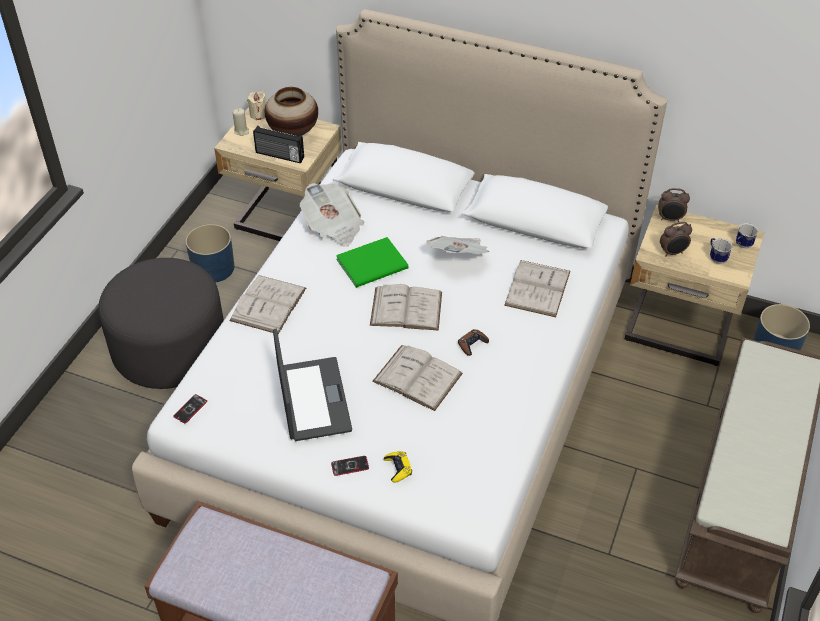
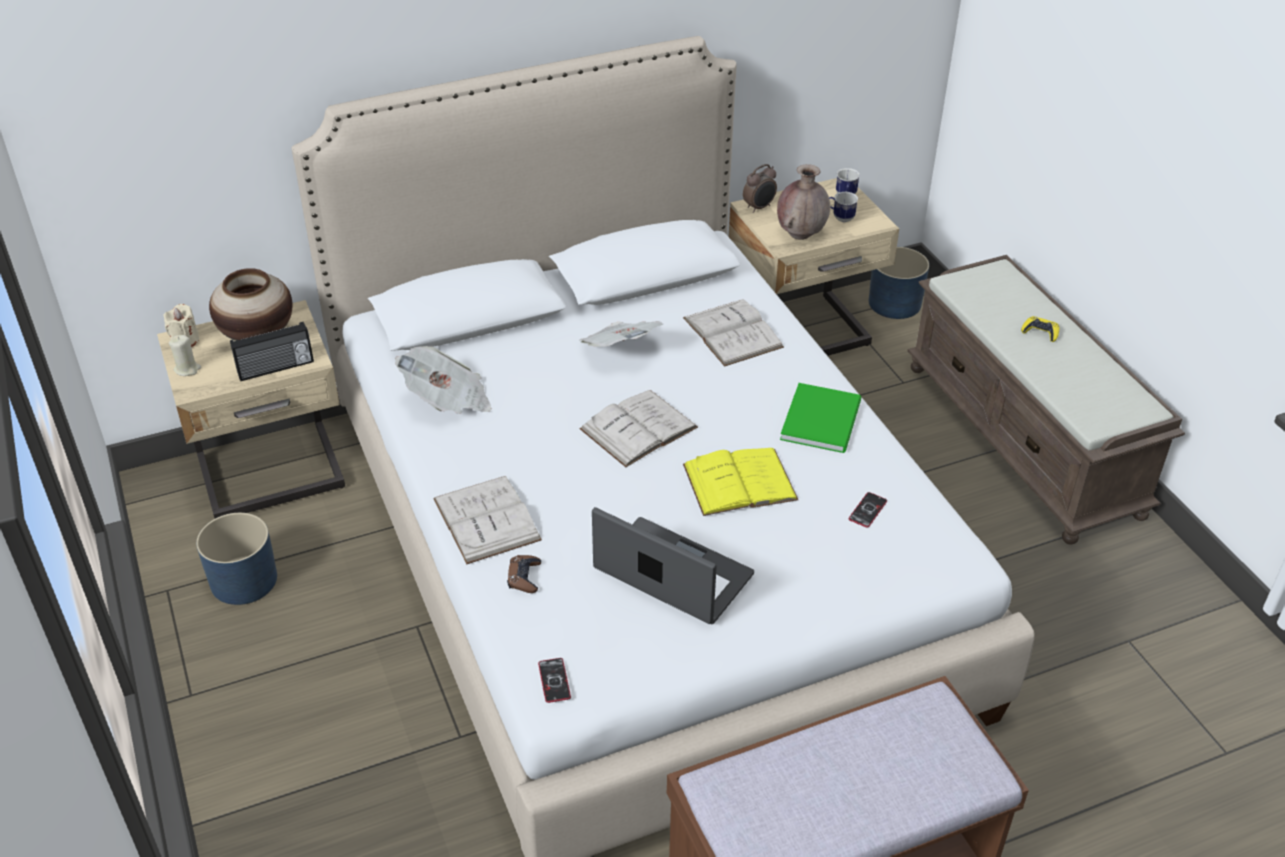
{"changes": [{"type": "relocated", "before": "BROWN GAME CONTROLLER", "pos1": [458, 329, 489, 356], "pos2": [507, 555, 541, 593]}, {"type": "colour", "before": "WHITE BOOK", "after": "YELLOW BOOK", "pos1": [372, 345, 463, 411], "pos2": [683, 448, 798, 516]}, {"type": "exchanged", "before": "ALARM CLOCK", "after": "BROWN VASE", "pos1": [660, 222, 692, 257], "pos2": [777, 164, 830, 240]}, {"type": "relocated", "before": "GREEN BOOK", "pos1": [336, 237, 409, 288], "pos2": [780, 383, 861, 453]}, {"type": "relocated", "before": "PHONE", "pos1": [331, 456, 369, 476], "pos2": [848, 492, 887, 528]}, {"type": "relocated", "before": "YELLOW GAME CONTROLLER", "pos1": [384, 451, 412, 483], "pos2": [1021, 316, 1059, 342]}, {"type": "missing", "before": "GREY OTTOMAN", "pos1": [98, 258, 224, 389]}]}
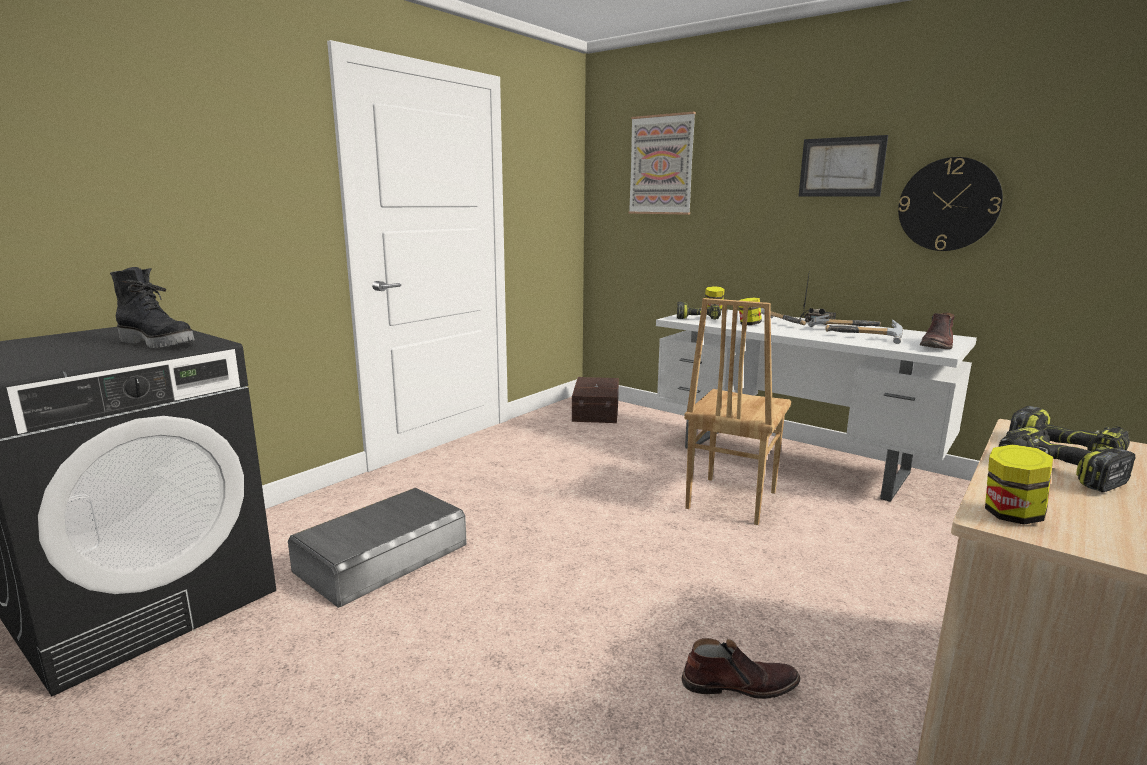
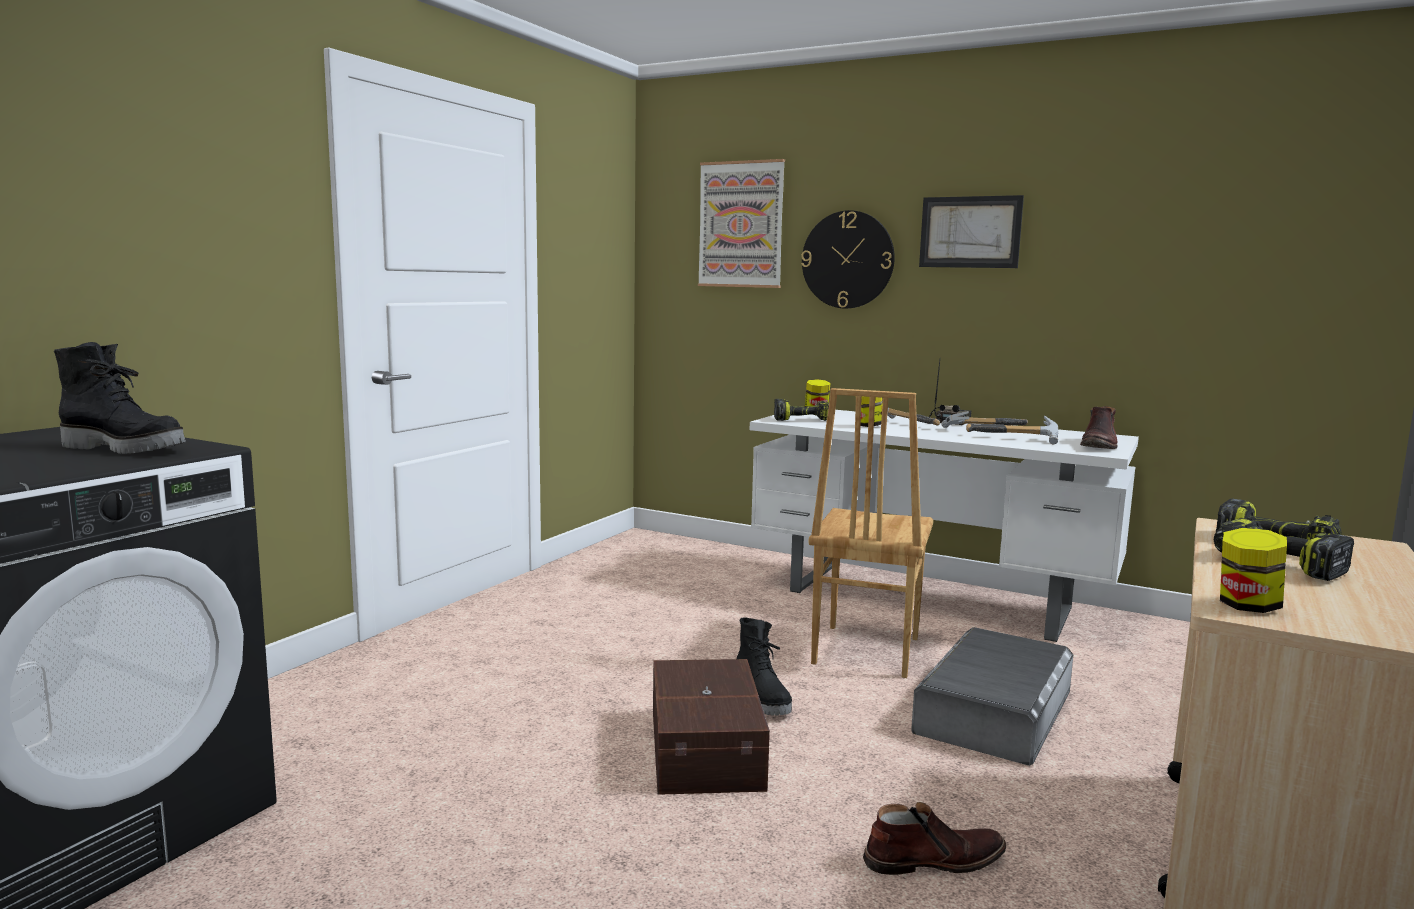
{"changes": [{"type": "relocated", "before": "BROWN STORAGE BOX", "pos1": [572, 377, 619, 423], "pos2": [653, 659, 770, 795]}, {"type": "appeared", "after": "BLACK BOOT", "pos2": [736, 618, 792, 716]}, {"type": "relocated", "before": "WALL CLOCK", "pos1": [898, 157, 1003, 251], "pos2": [801, 210, 895, 309]}, {"type": "relocated", "before": "GREY STORAGE BOX", "pos1": [288, 488, 467, 608], "pos2": [911, 627, 1073, 766]}]}
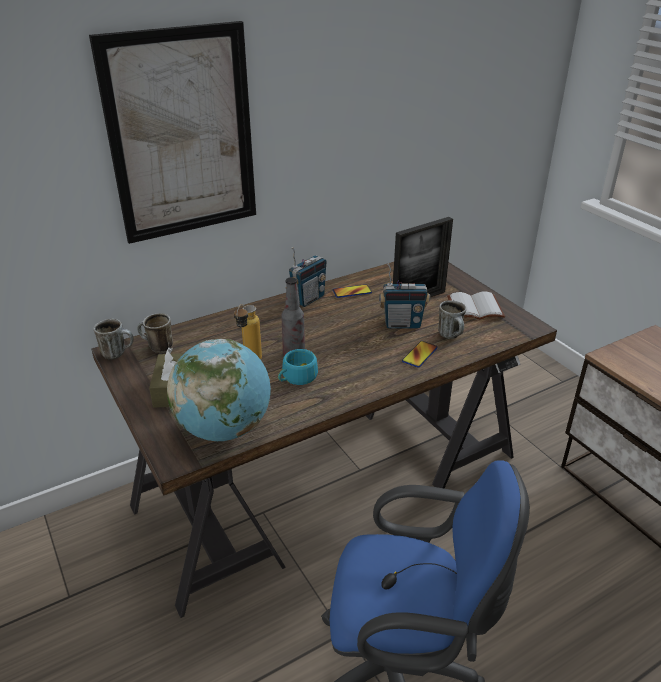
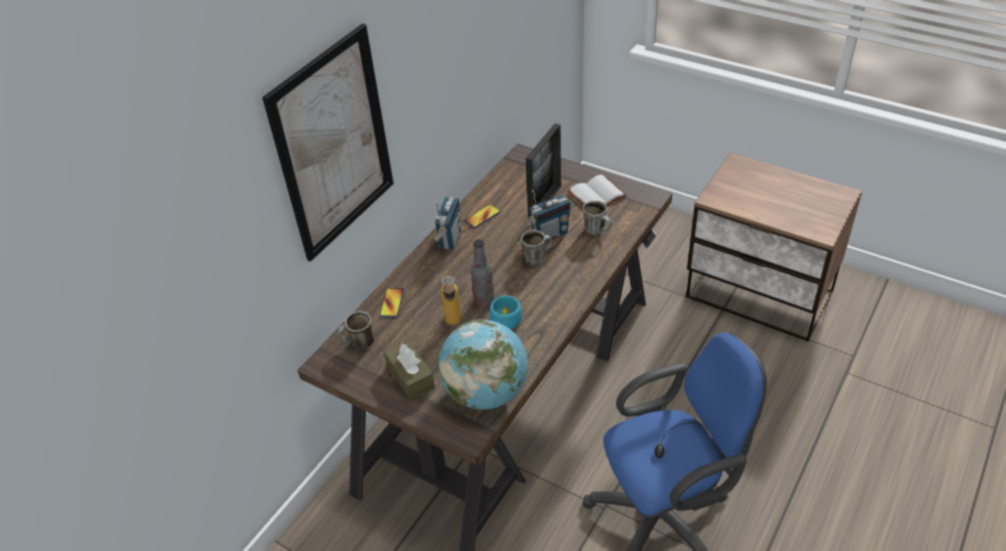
{"changes": [{"type": "relocated", "before": "PHONE", "pos1": [402, 341, 438, 368], "pos2": [380, 288, 404, 317]}, {"type": "relocated", "before": "MUG", "pos1": [94, 319, 134, 360], "pos2": [521, 230, 552, 266]}]}
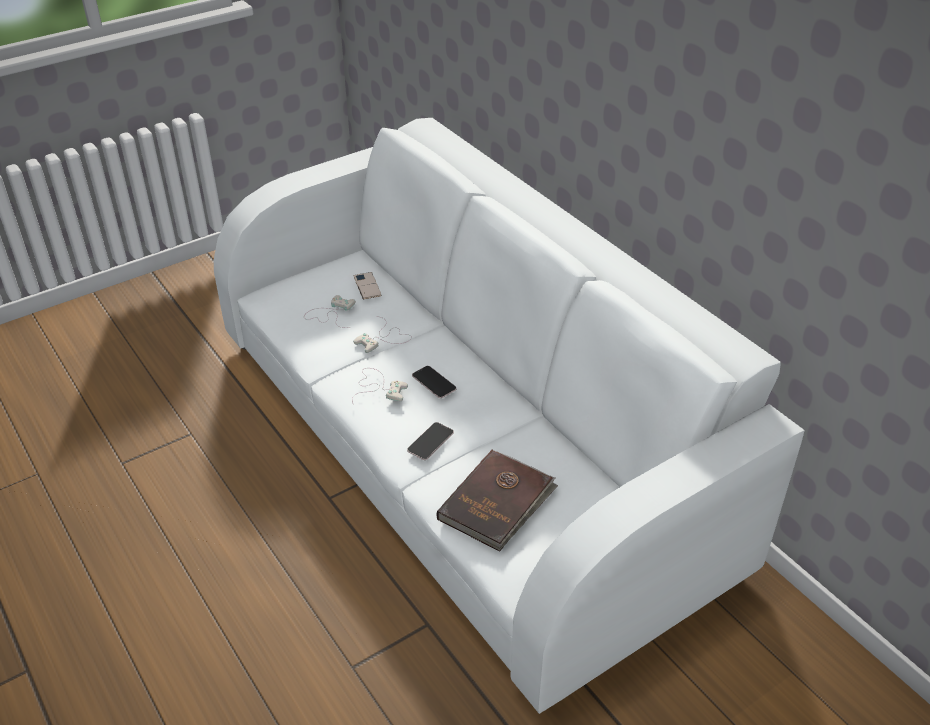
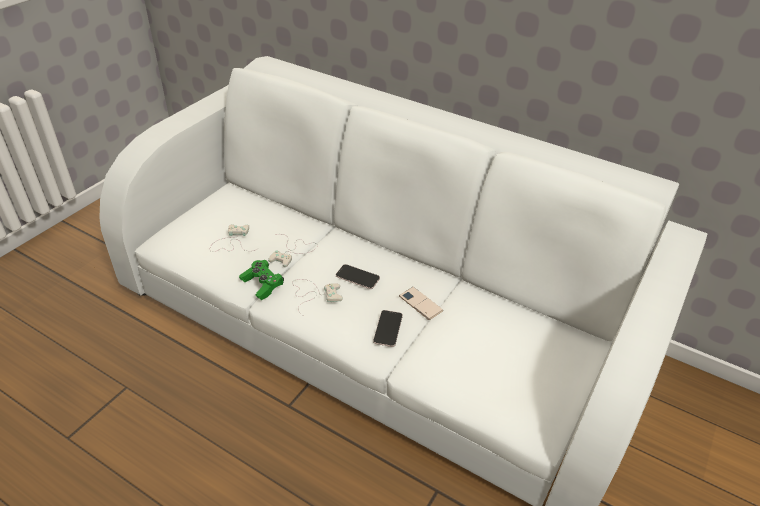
{"changes": [{"type": "appeared", "after": "GREEN GAME CONTROLLER", "pos2": [239, 260, 284, 300]}, {"type": "relocated", "before": "PHONE", "pos1": [354, 272, 382, 299], "pos2": [399, 287, 443, 320]}, {"type": "missing", "before": "BROWN BOOK", "pos1": [436, 450, 558, 552]}]}
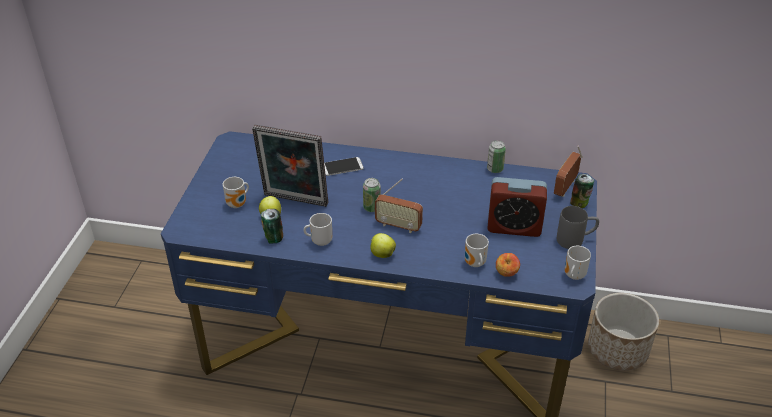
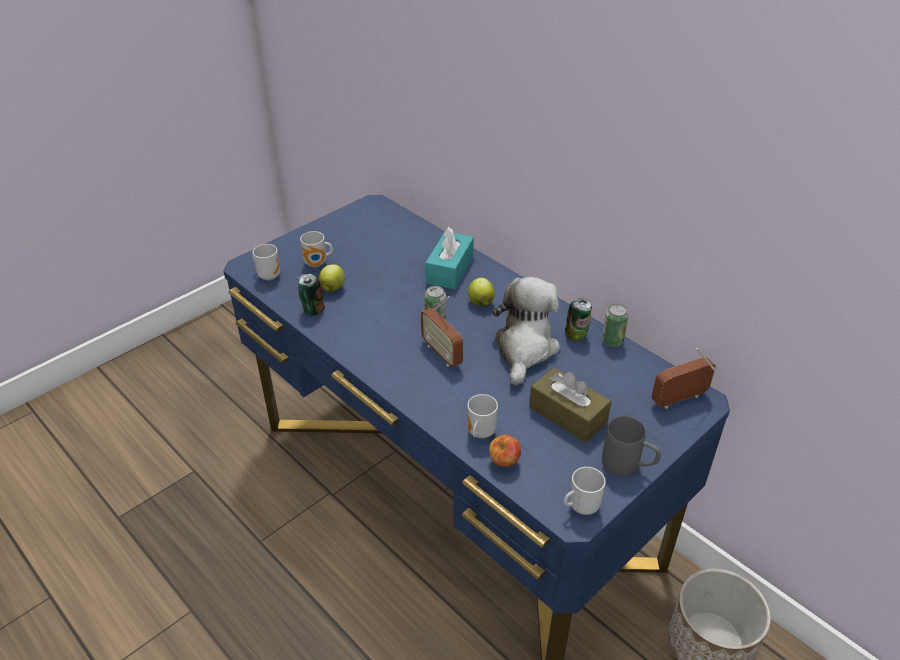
{"changes": [{"type": "relocated", "before": "MUG", "pos1": [304, 213, 332, 246], "pos2": [252, 244, 280, 281]}, {"type": "exchanged", "before": "PHONE", "after": "TURQUOISE TISSUE BOX", "pos1": [324, 157, 364, 176], "pos2": [425, 227, 474, 289]}, {"type": "relocated", "before": "APPLE", "pos1": [370, 233, 396, 258], "pos2": [468, 278, 495, 306]}, {"type": "appeared", "after": "PLUSH TOY", "pos2": [492, 277, 560, 386]}, {"type": "exchanged", "before": "ALARM CLOCK", "after": "BROWN TISSUE BOX", "pos1": [487, 177, 547, 237], "pos2": [529, 367, 612, 443]}, {"type": "relocated", "before": "CAN", "pos1": [570, 174, 594, 208], "pos2": [565, 298, 592, 341]}, {"type": "missing", "before": "PICTURE FRAME", "pos1": [252, 125, 328, 207]}]}
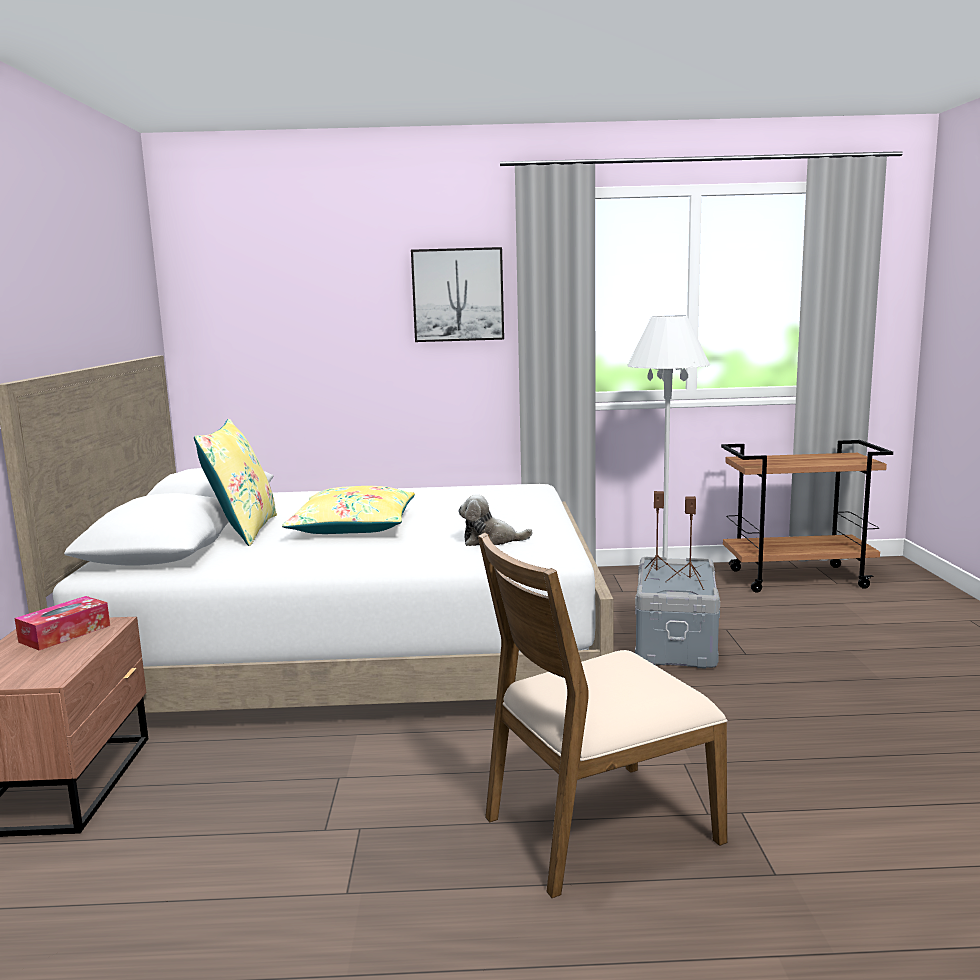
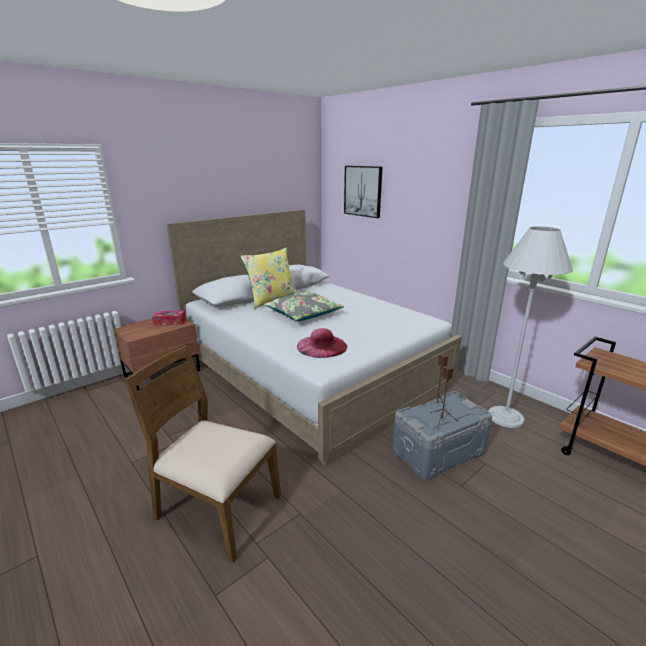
{"changes": [{"type": "colour", "before": "YELLOW PILLOW", "after": "GREY PILLOW", "pos1": [282, 486, 415, 534], "pos2": [264, 292, 344, 321]}, {"type": "exchanged", "before": "PLUSH TOY", "after": "PINK HAT", "pos1": [459, 494, 533, 546], "pos2": [297, 328, 347, 358]}, {"type": "relocated", "before": "PICTURE", "pos1": [411, 247, 504, 342], "pos2": [344, 166, 382, 218]}]}
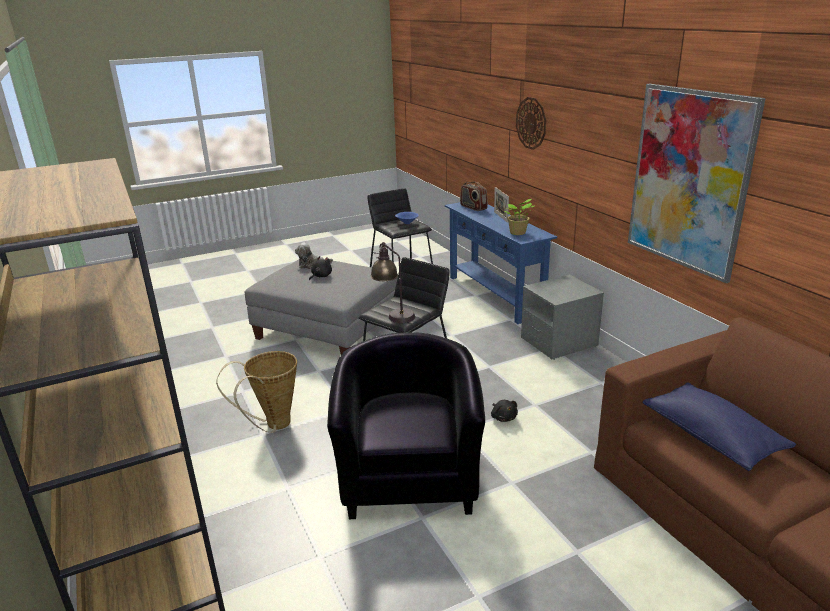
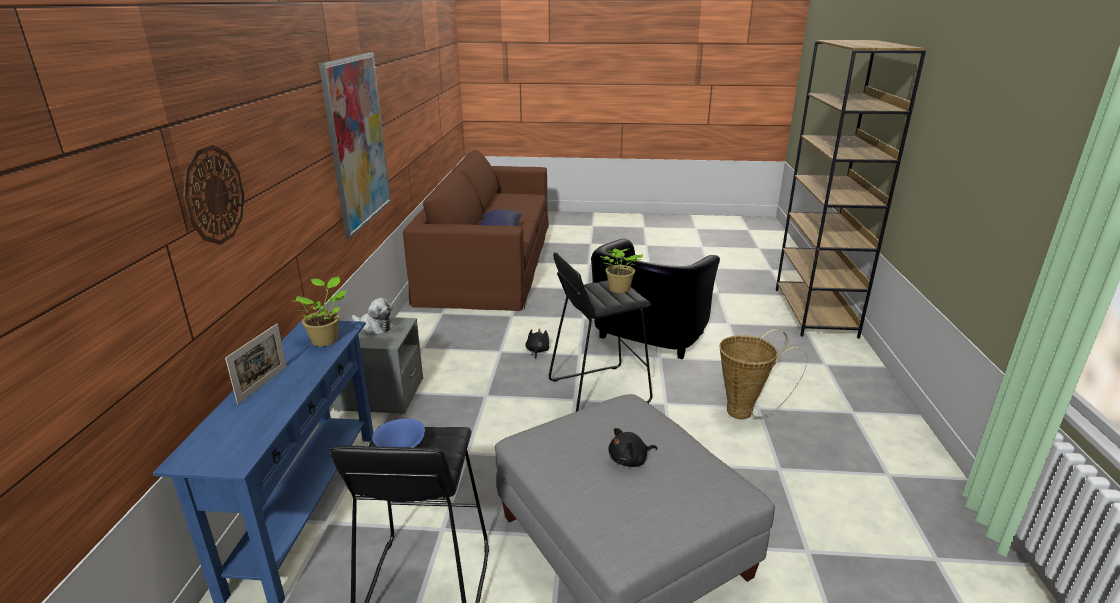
{"changes": [{"type": "relocated", "before": "PLUSH TOY", "pos1": [295, 242, 333, 269], "pos2": [352, 298, 394, 334]}, {"type": "exchanged", "before": "TABLE LAMP", "after": "POTTED PLANT", "pos1": [371, 242, 415, 323], "pos2": [600, 248, 643, 293]}, {"type": "missing", "before": "RADIO", "pos1": [460, 182, 488, 211]}]}
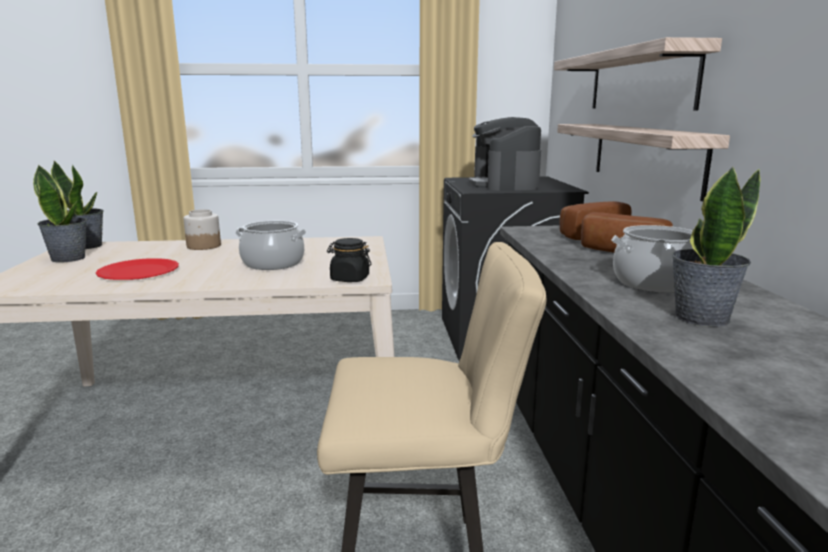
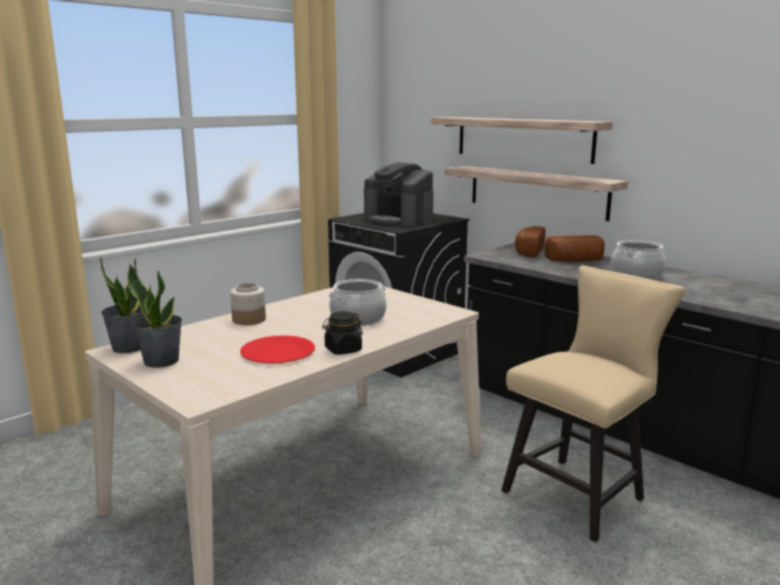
{"changes": [{"type": "relocated", "before": "BLACK JAR", "pos1": [327, 238, 371, 282], "pos2": [322, 312, 363, 355]}, {"type": "missing", "before": "POTTED PLANT", "pos1": [672, 166, 761, 327]}]}
